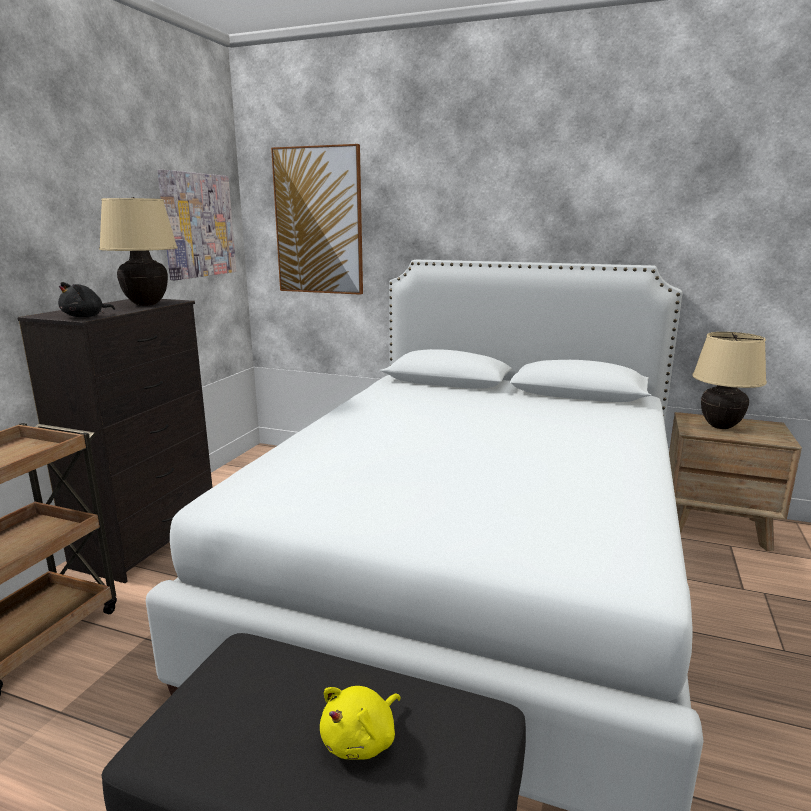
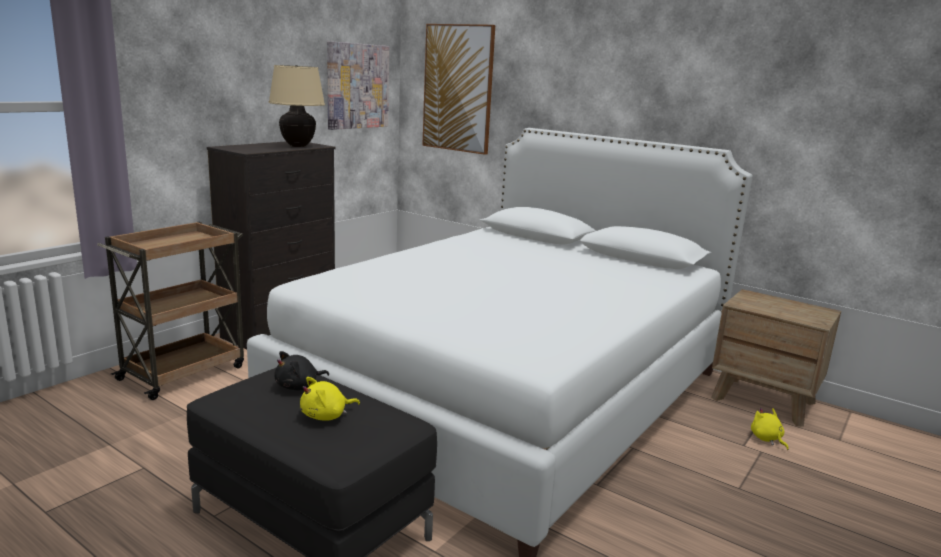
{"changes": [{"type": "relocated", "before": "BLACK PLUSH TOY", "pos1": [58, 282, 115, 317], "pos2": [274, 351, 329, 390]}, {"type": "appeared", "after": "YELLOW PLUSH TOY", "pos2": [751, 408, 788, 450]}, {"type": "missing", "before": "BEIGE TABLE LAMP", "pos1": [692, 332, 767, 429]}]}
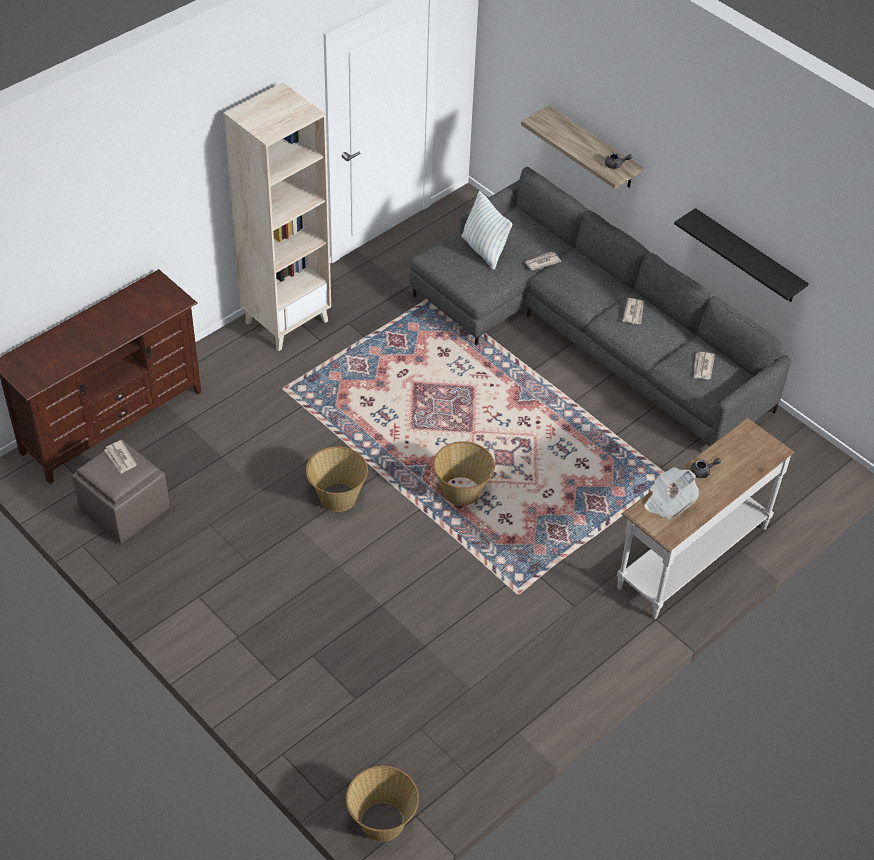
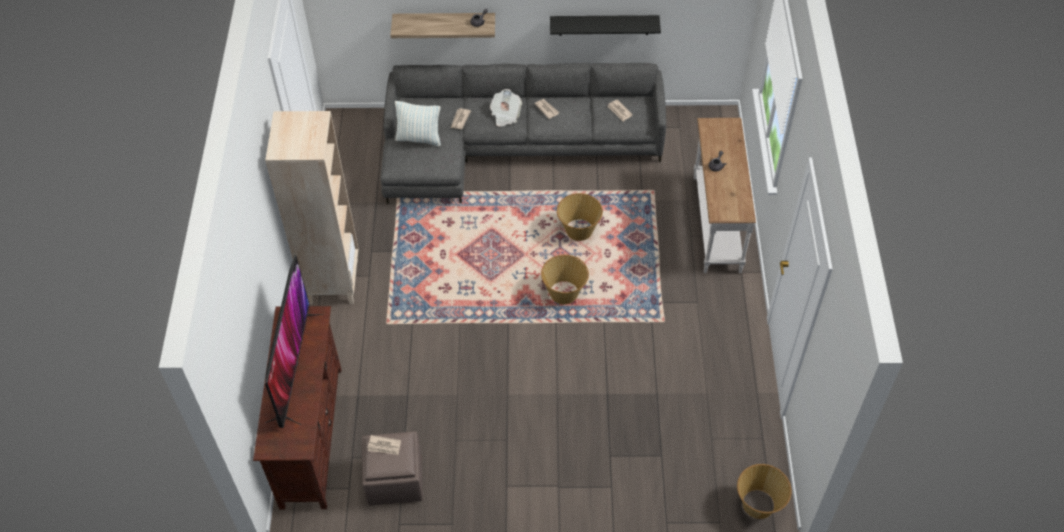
{"changes": [{"type": "appeared", "after": "TELEVISION", "pos2": [265, 255, 324, 428]}, {"type": "relocated", "before": "NEWSPAPER", "pos1": [644, 467, 699, 520], "pos2": [490, 89, 522, 127]}, {"type": "relocated", "before": "BASKET", "pos1": [306, 446, 368, 512], "pos2": [557, 193, 603, 241]}]}
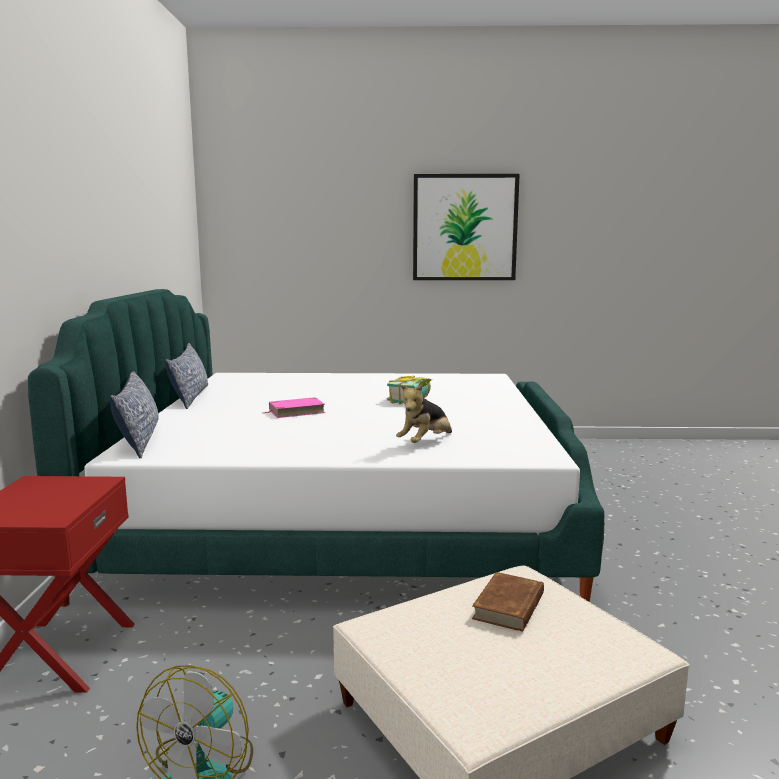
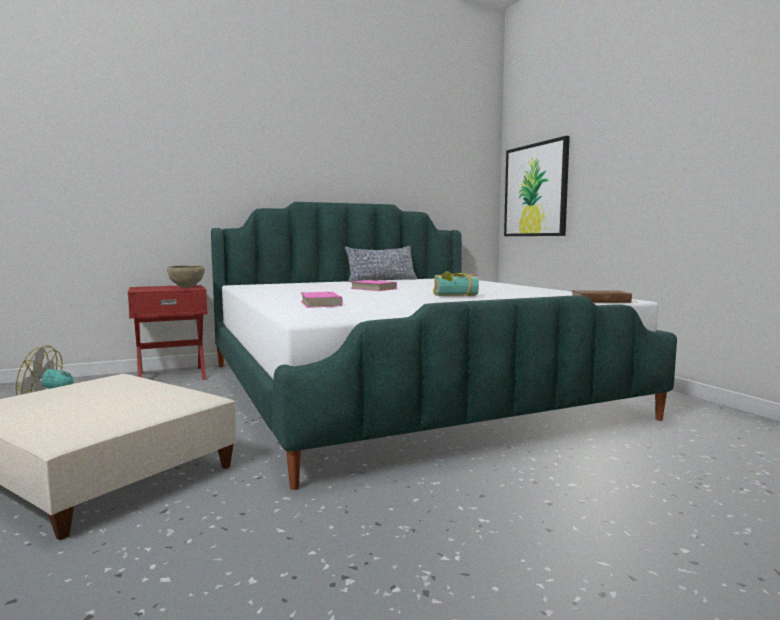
{"changes": [{"type": "appeared", "after": "BROWN BOWL", "pos2": [167, 266, 205, 288]}, {"type": "exchanged", "before": "PLUSH TOY", "after": "PINK BOOK", "pos1": [396, 384, 452, 443], "pos2": [301, 292, 343, 308]}, {"type": "relocated", "before": "PICTURE", "pos1": [413, 174, 520, 280], "pos2": [504, 136, 570, 236]}, {"type": "relocated", "before": "BROWN BOOK", "pos1": [472, 572, 544, 632], "pos2": [571, 290, 632, 303]}, {"type": "missing", "before": "PILLOW", "pos1": [110, 371, 159, 459]}]}
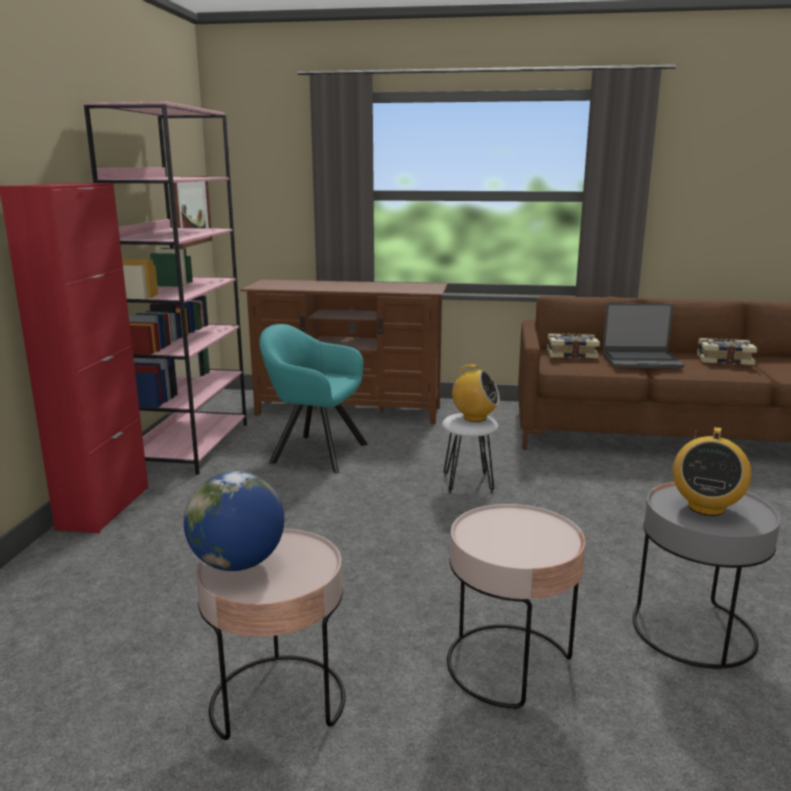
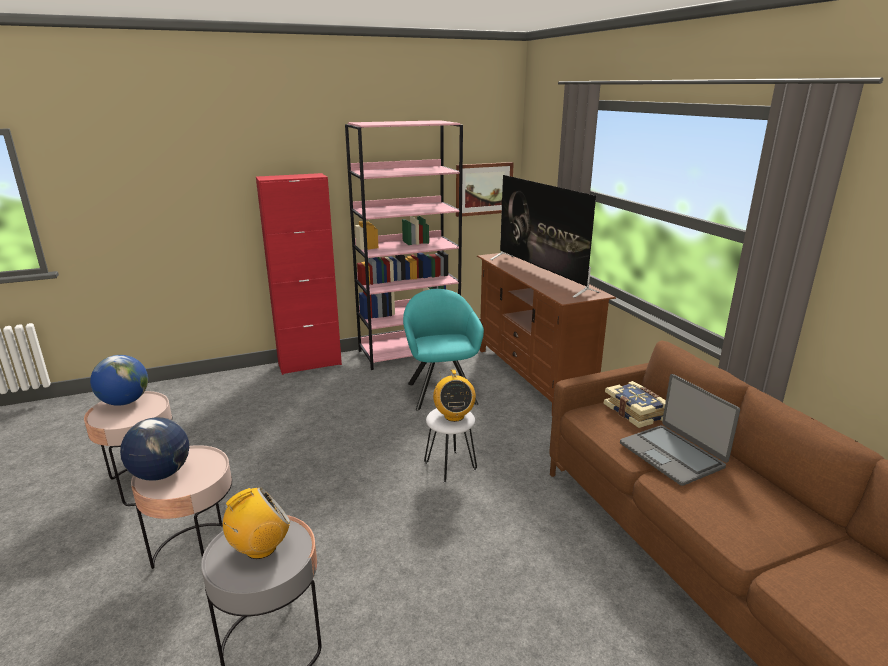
{"changes": [{"type": "appeared", "after": "GLOBE", "pos2": [120, 417, 189, 481]}, {"type": "spun", "before": "RADIO", "pos1": [673, 427, 752, 516], "pos2": [223, 487, 291, 559], "turn": 150}, {"type": "appeared", "after": "TELEVISION", "pos2": [490, 175, 600, 298]}, {"type": "missing", "before": "BOOK", "pos1": [697, 338, 757, 365]}]}
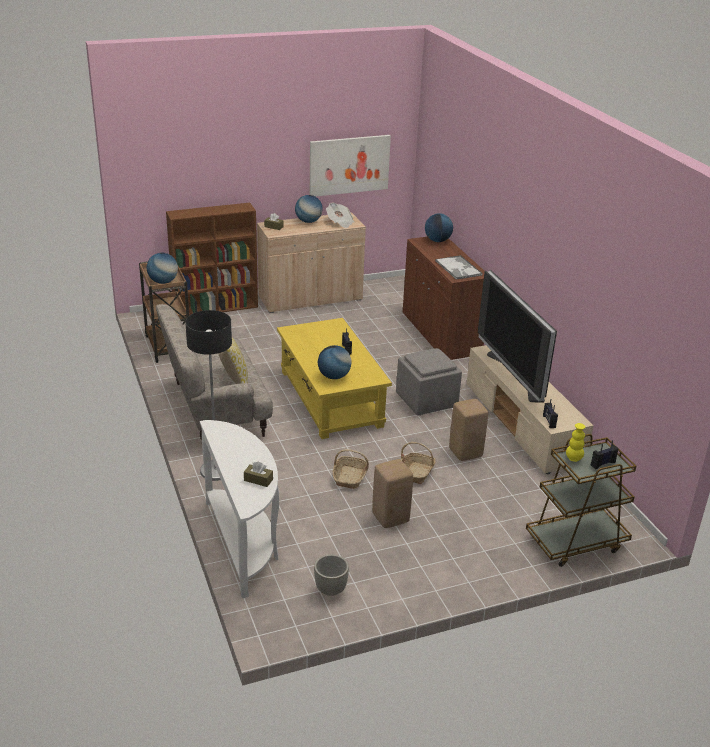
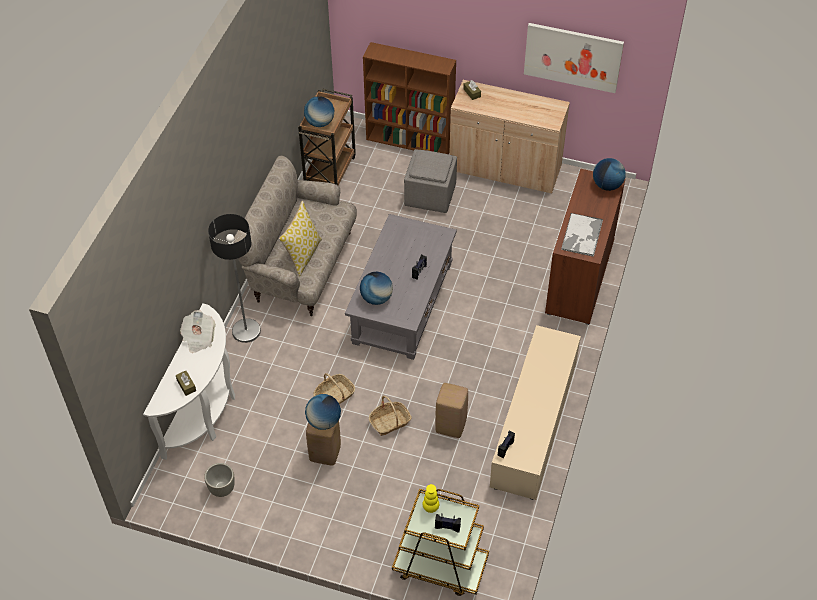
{"changes": [{"type": "relocated", "before": "NEWSPAPER", "pos1": [326, 203, 355, 228], "pos2": [180, 310, 216, 353]}, {"type": "relocated", "before": "GLOBE", "pos1": [295, 195, 323, 223], "pos2": [305, 394, 341, 430]}, {"type": "colour", "before": "YELLOW COFFEE TABLE", "after": "GREY COFFEE TABLE", "pos1": [277, 318, 392, 439], "pos2": [345, 214, 457, 360]}, {"type": "relocated", "before": "GREY OTTOMAN", "pos1": [396, 348, 462, 415], "pos2": [404, 149, 457, 213]}, {"type": "missing", "before": "TELEVISION", "pos1": [478, 270, 557, 403]}]}
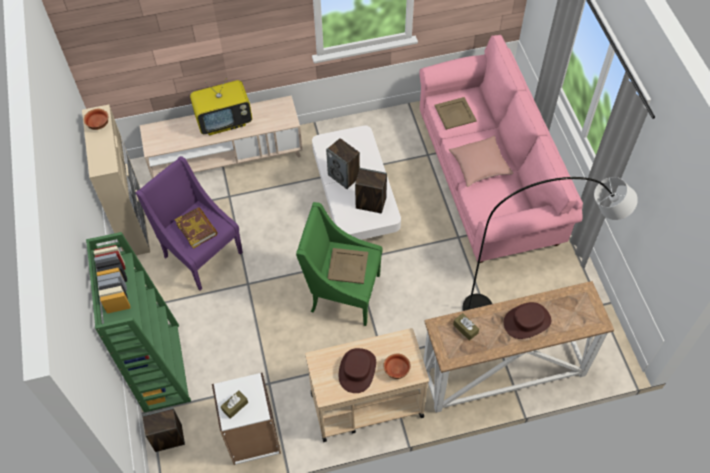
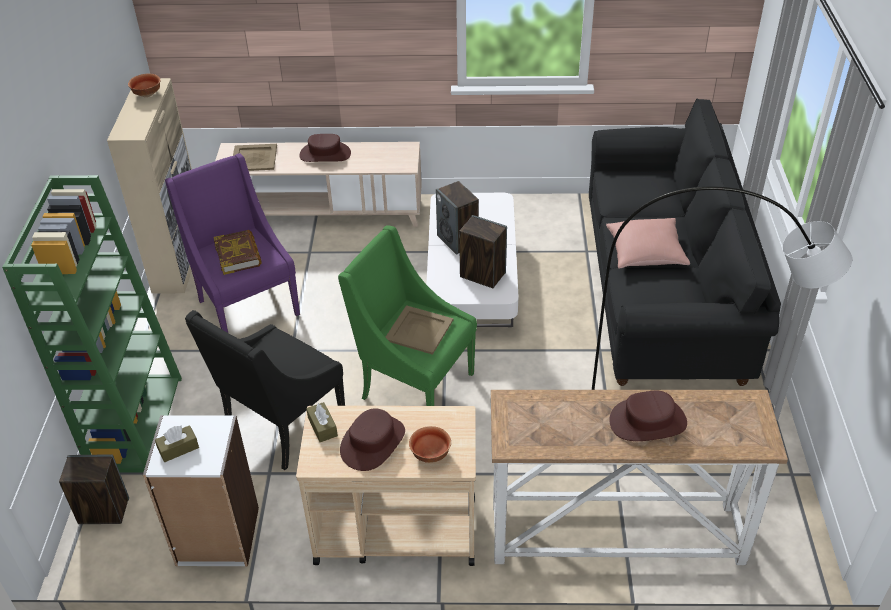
{"changes": [{"type": "appeared", "after": "BLACK ARMCHAIR", "pos2": [185, 310, 345, 470]}, {"type": "relocated", "before": "BEIGE TRAY", "pos1": [434, 97, 477, 130], "pos2": [233, 144, 277, 171]}, {"type": "exchanged", "before": "TELEVISION", "after": "BROWN HAT", "pos1": [190, 77, 252, 135], "pos2": [299, 134, 351, 162]}, {"type": "relocated", "before": "BROWN TISSUE BOX", "pos1": [453, 313, 479, 341], "pos2": [306, 402, 338, 442]}, {"type": "colour", "before": "PINK SOFA", "after": "BLACK SOFA", "pos1": [420, 35, 583, 263], "pos2": [589, 99, 781, 386]}]}
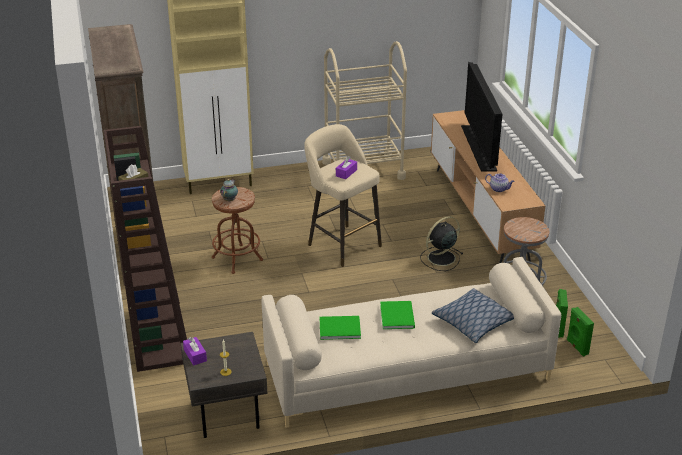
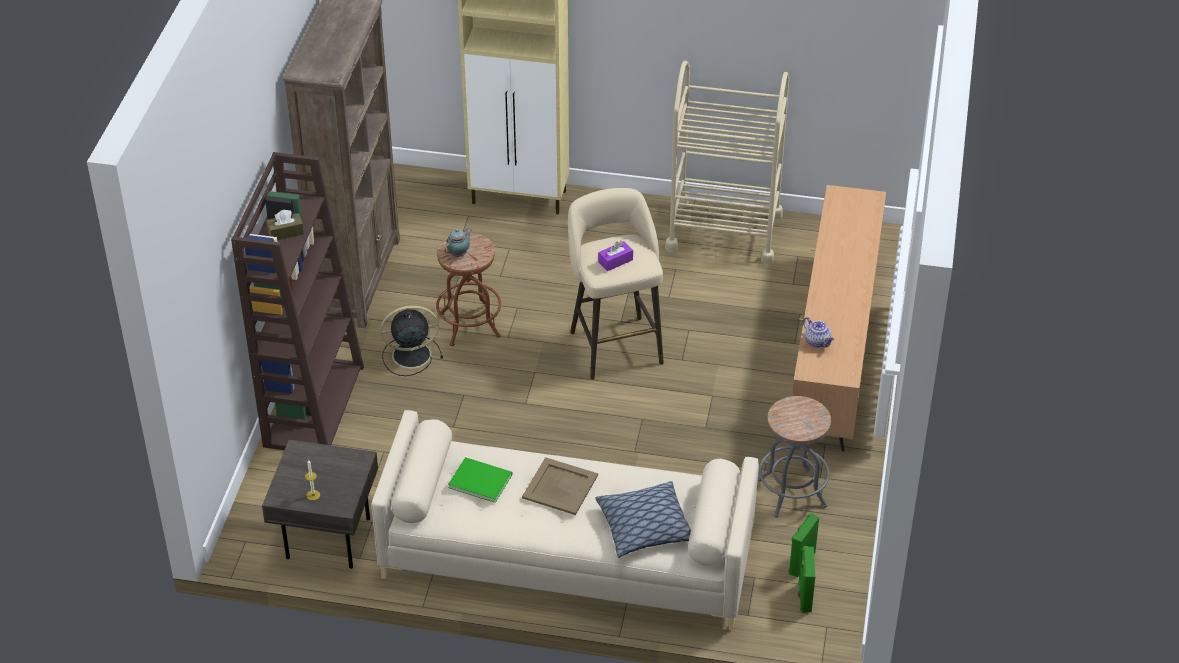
{"changes": [{"type": "relocated", "before": "BLACK FAN", "pos1": [420, 216, 463, 271], "pos2": [380, 305, 443, 376]}, {"type": "exchanged", "before": "GREEN BOOK", "after": "BEIGE TRAY", "pos1": [380, 301, 415, 329], "pos2": [522, 457, 598, 515]}, {"type": "missing", "before": "PURPLE TISSUE BOX", "pos1": [183, 337, 207, 366]}, {"type": "missing", "before": "TELEVISION", "pos1": [461, 61, 502, 171]}]}
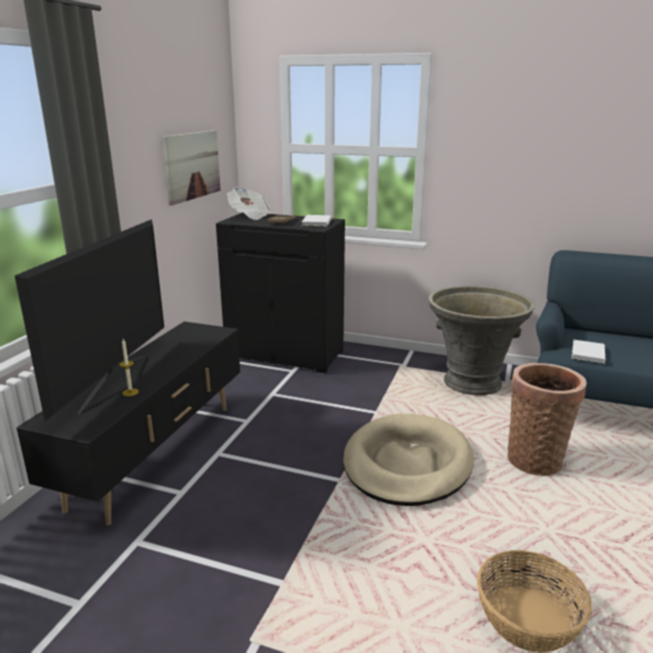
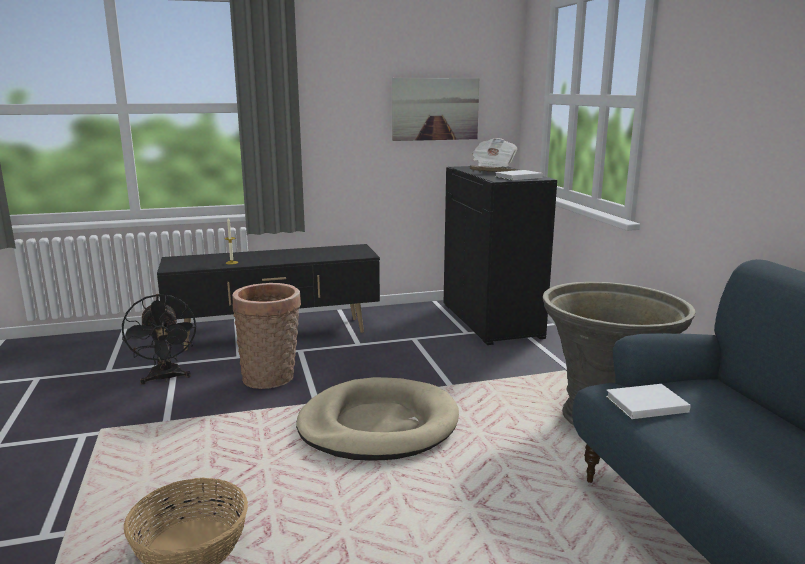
{"changes": [{"type": "appeared", "after": "BLACK FAN", "pos2": [122, 294, 196, 385]}, {"type": "relocated", "before": "BASKET", "pos1": [507, 363, 587, 476], "pos2": [232, 283, 301, 389]}, {"type": "missing", "before": "TELEVISION", "pos1": [15, 219, 164, 421]}]}
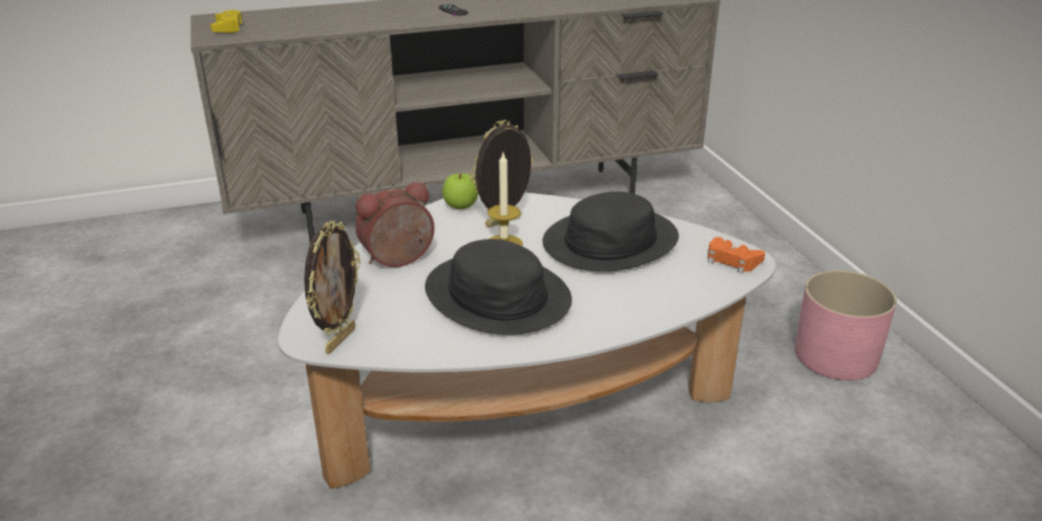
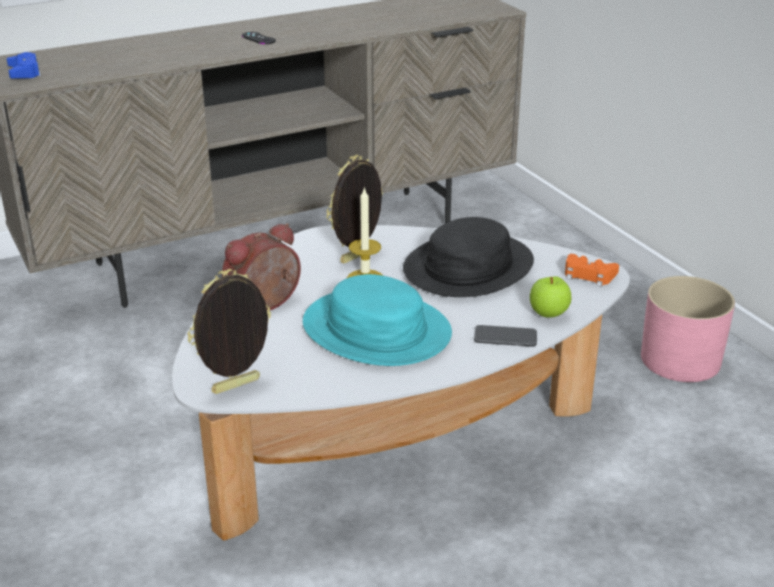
{"changes": [{"type": "colour", "before": "YELLOW GAME CONTROLLER", "after": "BLUE GAME CONTROLLER", "pos1": [211, 10, 244, 33], "pos2": [7, 52, 41, 78]}, {"type": "spun", "before": "PICTURE FRAME", "pos1": [304, 221, 360, 354], "pos2": [188, 269, 271, 394], "turn": -135}, {"type": "colour", "before": "BLACK HAT", "after": "TURQUOISE HAT", "pos1": [425, 239, 572, 335], "pos2": [303, 274, 452, 366]}, {"type": "appeared", "after": "PHONE", "pos2": [474, 325, 537, 347]}, {"type": "relocated", "before": "APPLE", "pos1": [442, 173, 478, 209], "pos2": [530, 276, 571, 318]}]}
